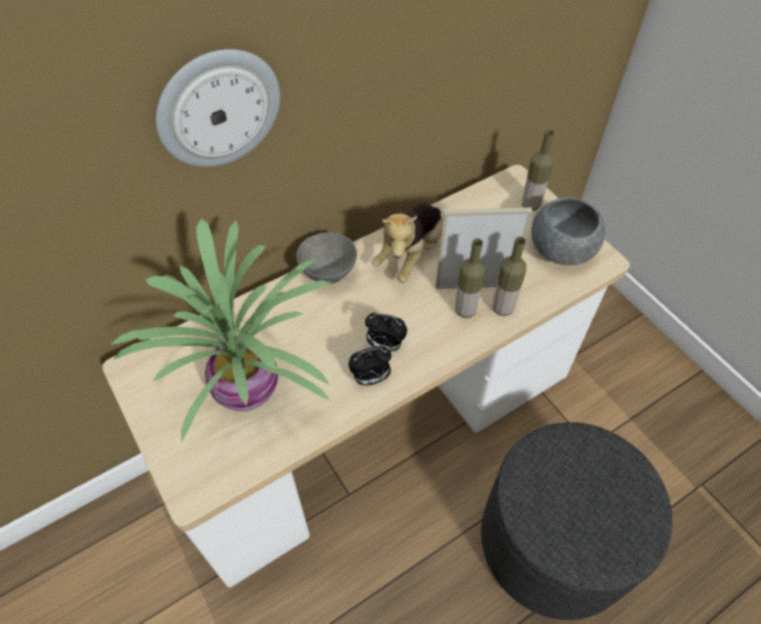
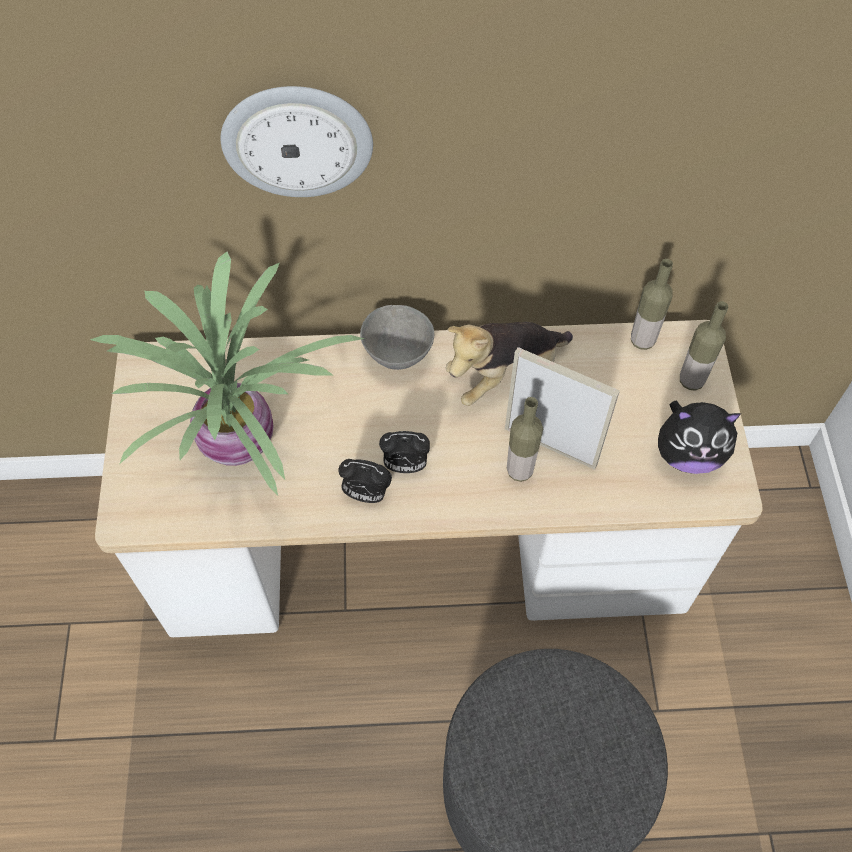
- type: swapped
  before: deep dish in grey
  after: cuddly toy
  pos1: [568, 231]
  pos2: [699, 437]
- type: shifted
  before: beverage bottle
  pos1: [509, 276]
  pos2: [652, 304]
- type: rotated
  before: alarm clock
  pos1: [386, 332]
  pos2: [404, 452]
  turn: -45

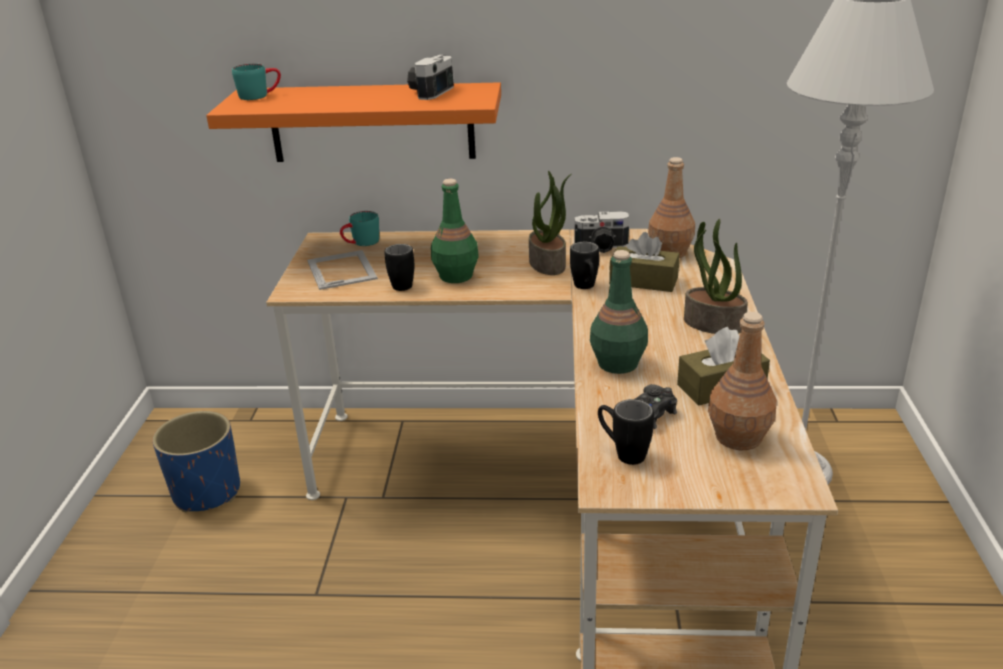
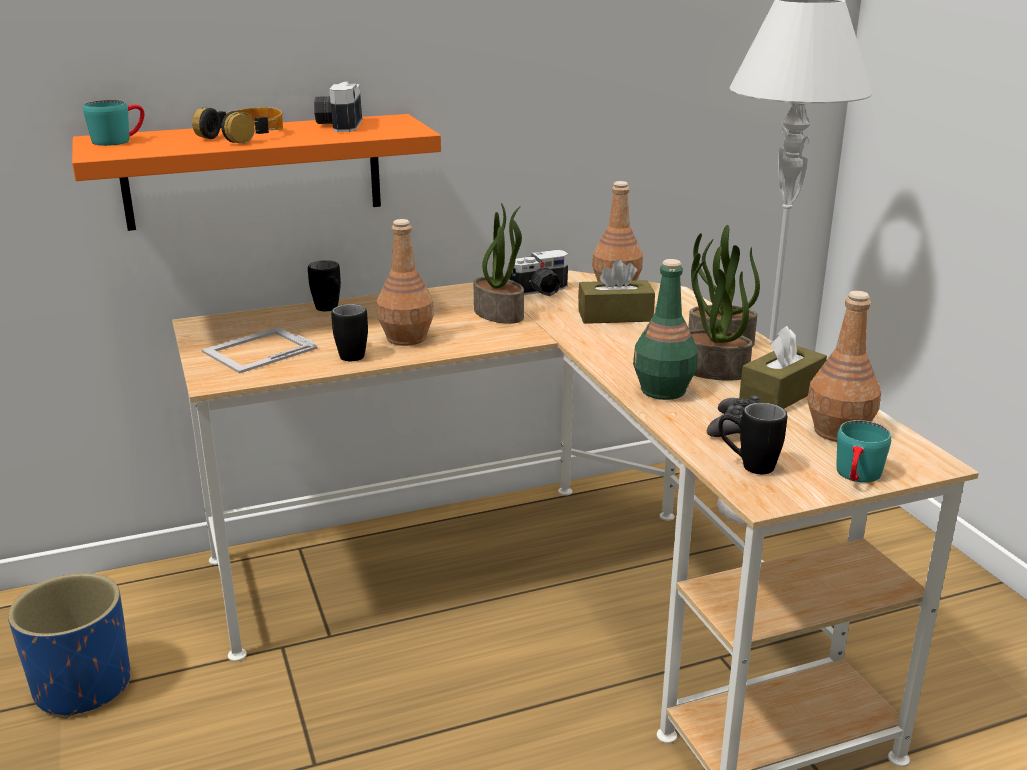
- type: repainted
  before: beverage bottle in greenish
  after: beverage bottle in brown-coloured
  pos1: [454, 231]
  pos2: [405, 282]
- type: shifted
  before: coffee mug in blue-green
  pos1: [359, 228]
  pos2: [863, 451]
- type: shifted
  before: coffee mug in blackish
  pos1: [584, 265]
  pos2: [324, 285]
- type: rotated
  before: standing frame
  pos1: [342, 270]
  pos2: [260, 350]
  turn: -90
- type: new
  after: pair of headphones
  pos2: [237, 125]
- type: new
  after: plant in a pot
  pos2: [721, 313]

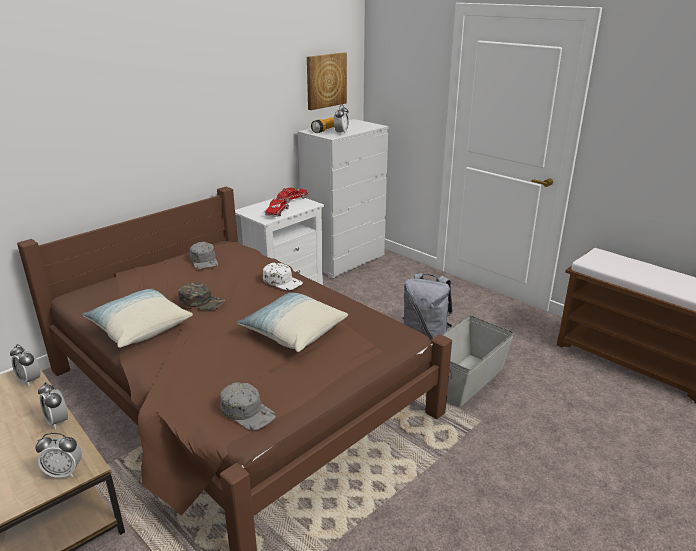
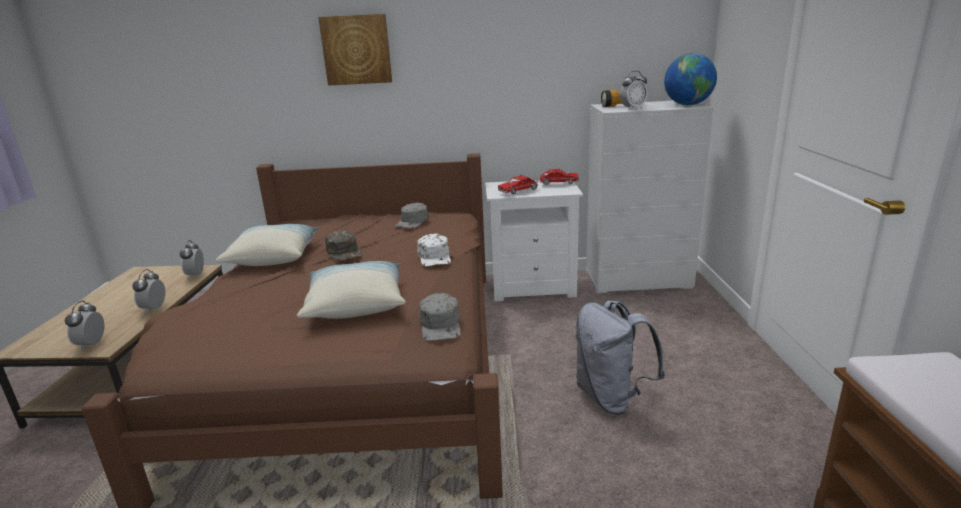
- type: shifted
  before: wall art
  pos1: [327, 81]
  pos2: [355, 50]
- type: gone
  before: storage bin in grey
  pos1: [478, 361]
- type: shifted
  before: baseball cap in grey
  pos1: [248, 406]
  pos2: [440, 317]
- type: rotated
  before: alarm clock
  pos1: [58, 455]
  pos2: [84, 325]
  turn: 45
- type: new
  after: globe
  pos2: [690, 79]

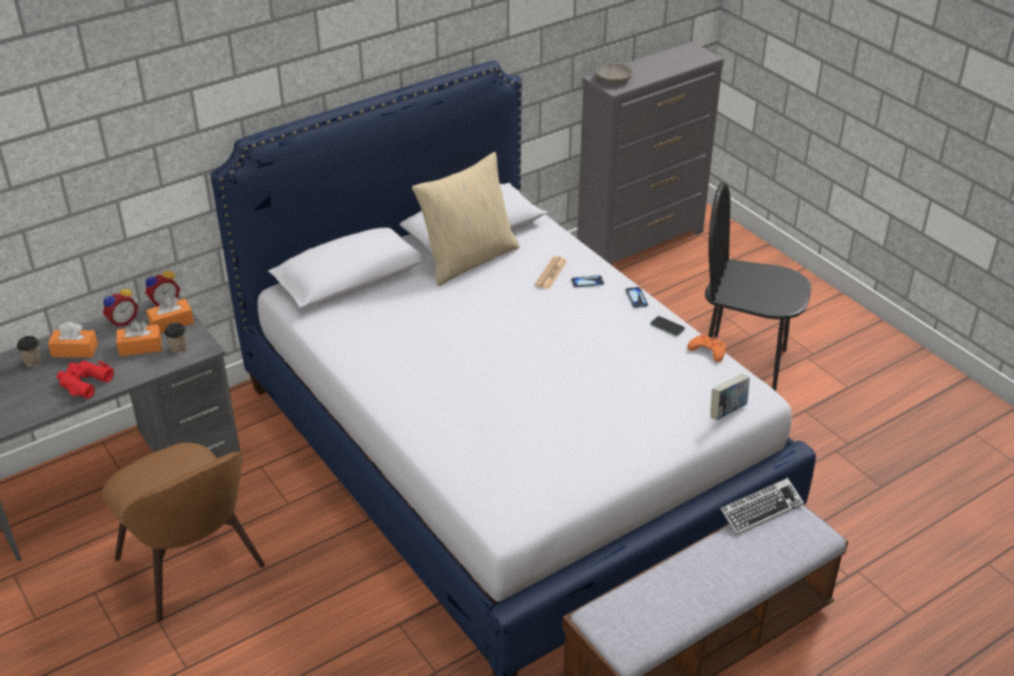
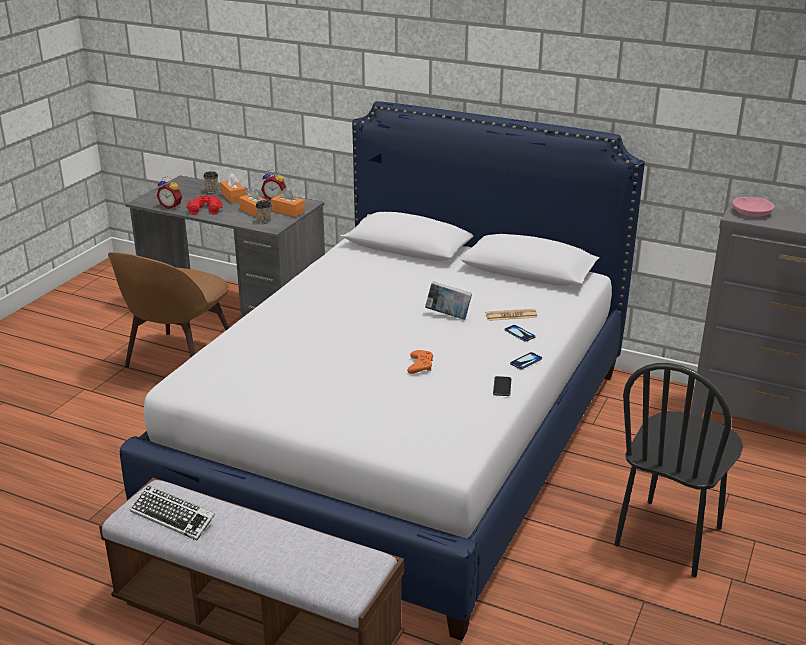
- type: repainted
  before: deep dish in grey
  after: deep dish in pinkish
  pos1: [614, 73]
  pos2: [753, 207]
- type: gone
  before: throw pillow in sand-coloured
  pos1: [465, 219]
- type: rotated
  before: upright chair in blackish
  pos1: [758, 286]
  pos2: [678, 470]
  turn: -135
- type: shifted
  before: alarm clock
  pos1: [162, 287]
  pos2: [169, 193]
- type: shifted
  before: joypad in orange-coloured
  pos1: [706, 348]
  pos2: [420, 362]
- type: shifted
  before: bound book
  pos1: [730, 397]
  pos2: [448, 300]
- type: shifted
  before: computer keyboard
  pos1: [762, 506]
  pos2: [172, 513]

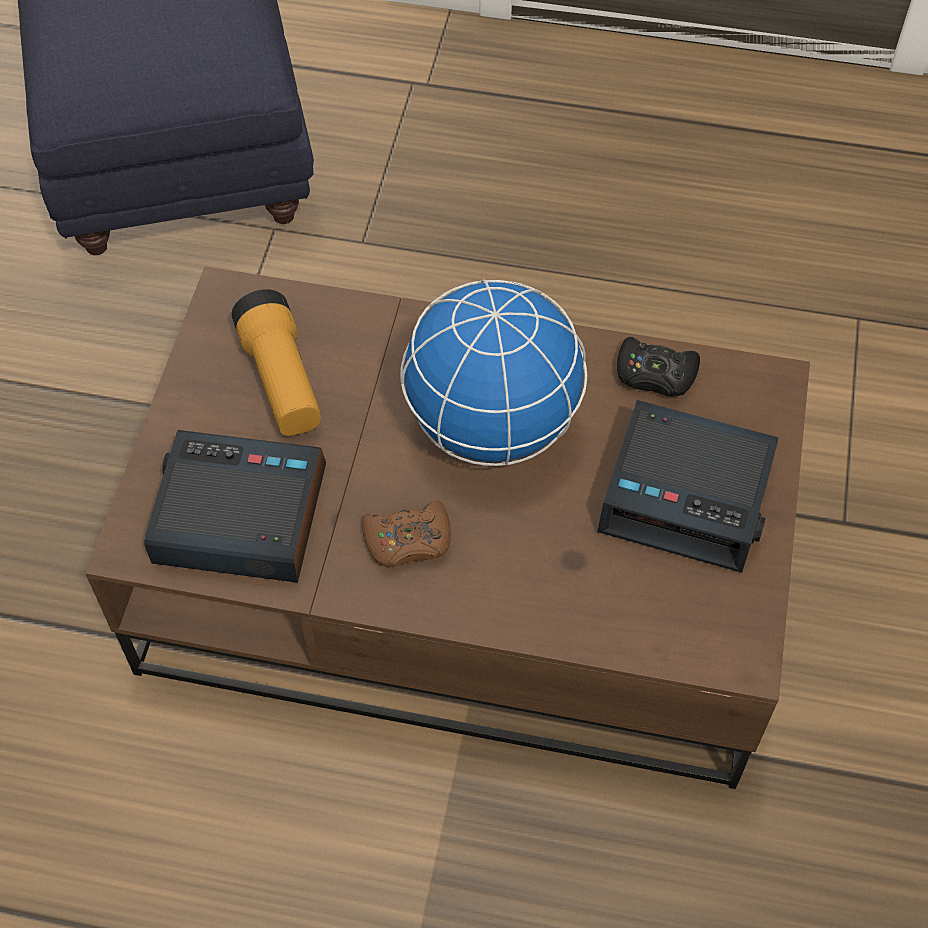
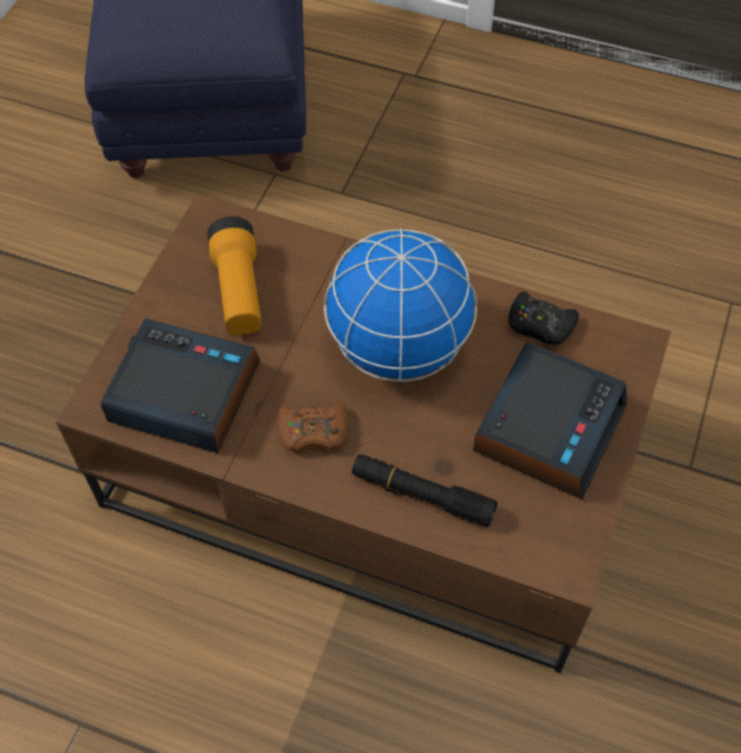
- type: rotated
  before: alarm clock
  pos1: [688, 486]
  pos2: [550, 421]
  turn: -90
- type: new
  after: flashlight in blackish
  pos2: [425, 490]

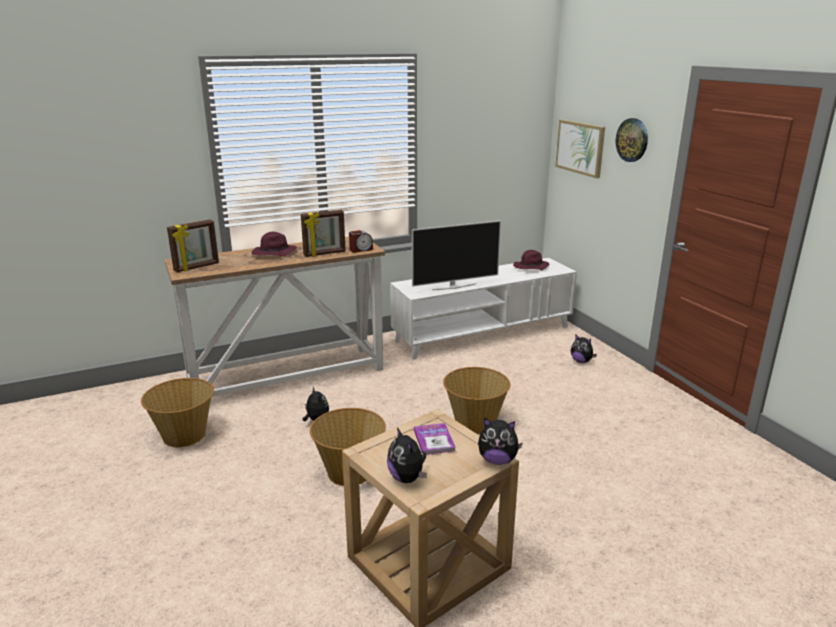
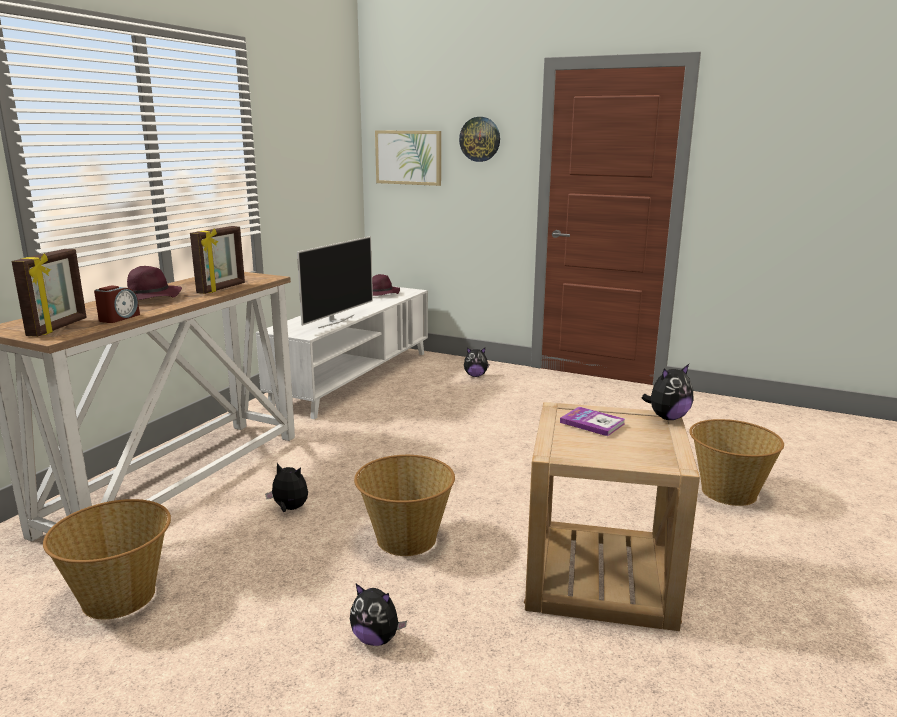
- type: shifted
  before: alarm clock
  pos1: [361, 241]
  pos2: [117, 304]
- type: shifted
  before: household basket
  pos1: [476, 400]
  pos2: [736, 462]
- type: shifted
  before: cuddly toy
  pos1: [407, 455]
  pos2: [378, 615]

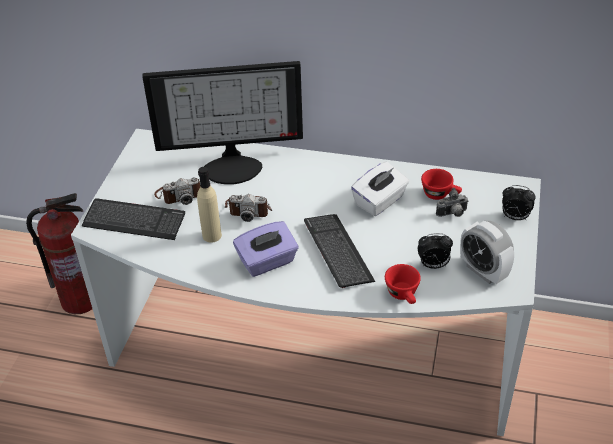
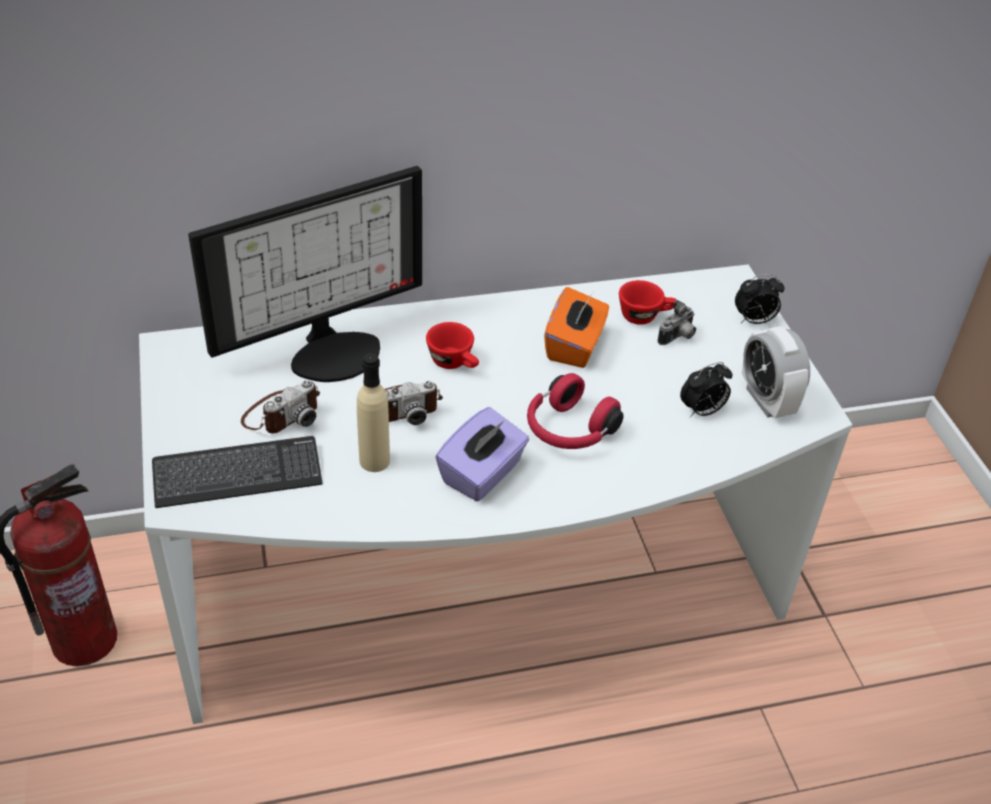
- type: repainted
  before: box of tissues in white-coloured
  after: box of tissues in orange-coloured
  pos1: [380, 189]
  pos2: [576, 327]
- type: swapped
  before: computer keyboard
  after: pair of headphones in red-coloured
  pos1: [339, 251]
  pos2: [575, 411]
- type: rotated
  before: alarm clock
  pos1: [487, 252]
  pos2: [776, 372]
  turn: 45
- type: shifted
  before: small cup in red-coloured
  pos1: [403, 284]
  pos2: [452, 345]

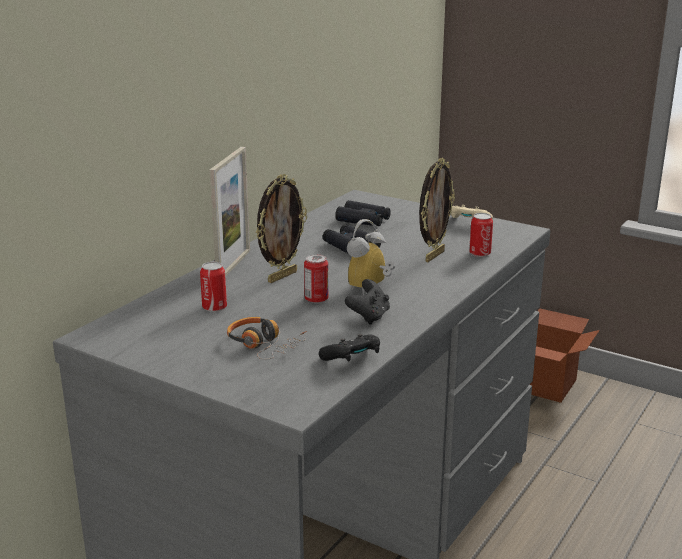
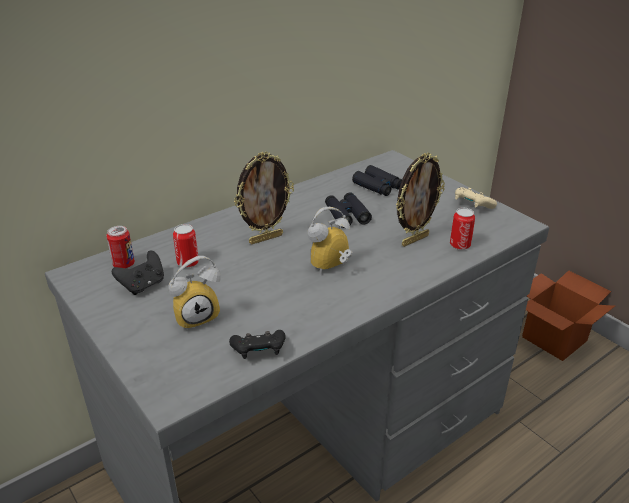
- type: gone
  before: standing frame
  pos1: [230, 212]
- type: shifted
  before: metal can
  pos1: [316, 278]
  pos2: [120, 247]
- type: shifted
  before: joypad in blackish
  pos1: [367, 302]
  pos2: [138, 273]
- type: swapped
  before: pair of headphones
  after: alarm clock
  pos1: [267, 338]
  pos2: [194, 293]

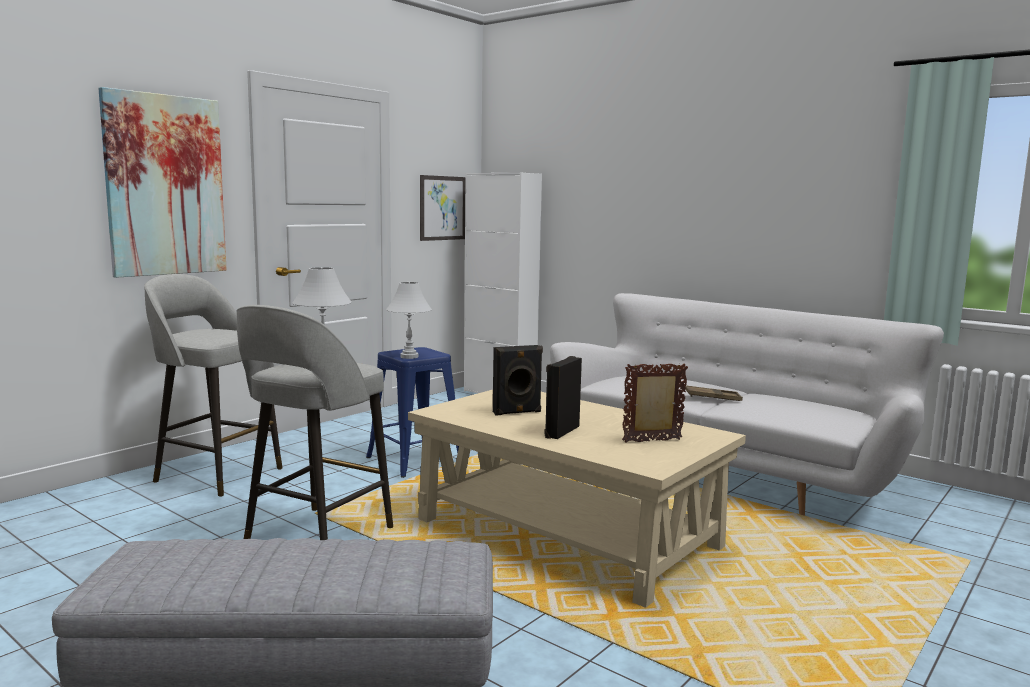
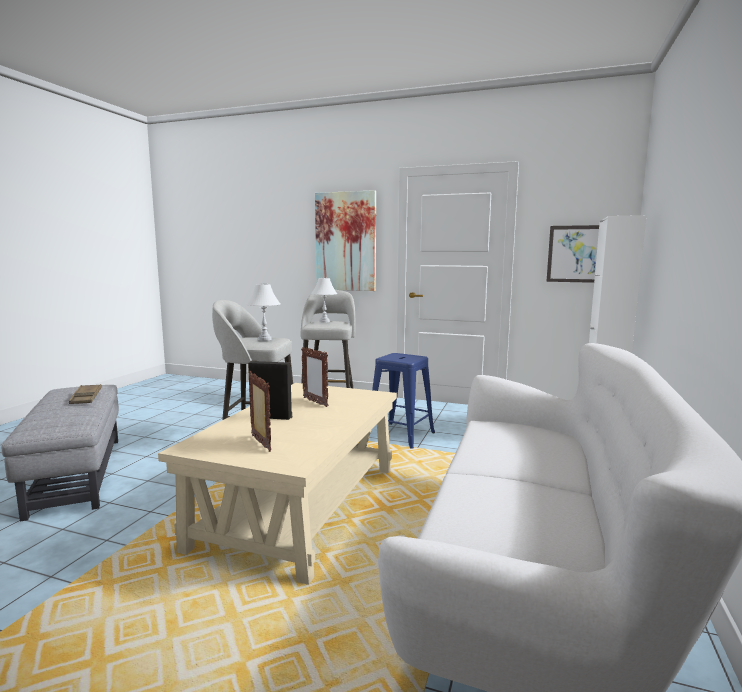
- type: shifted
  before: table lamp in white-coloured
  pos1: [409, 320]
  pos2: [324, 300]
- type: swapped
  before: audio speaker in blackish
  after: standing frame
  pos1: [518, 380]
  pos2: [314, 377]
- type: shifted
  before: serving tray in brown-coloured
  pos1: [714, 393]
  pos2: [85, 394]

